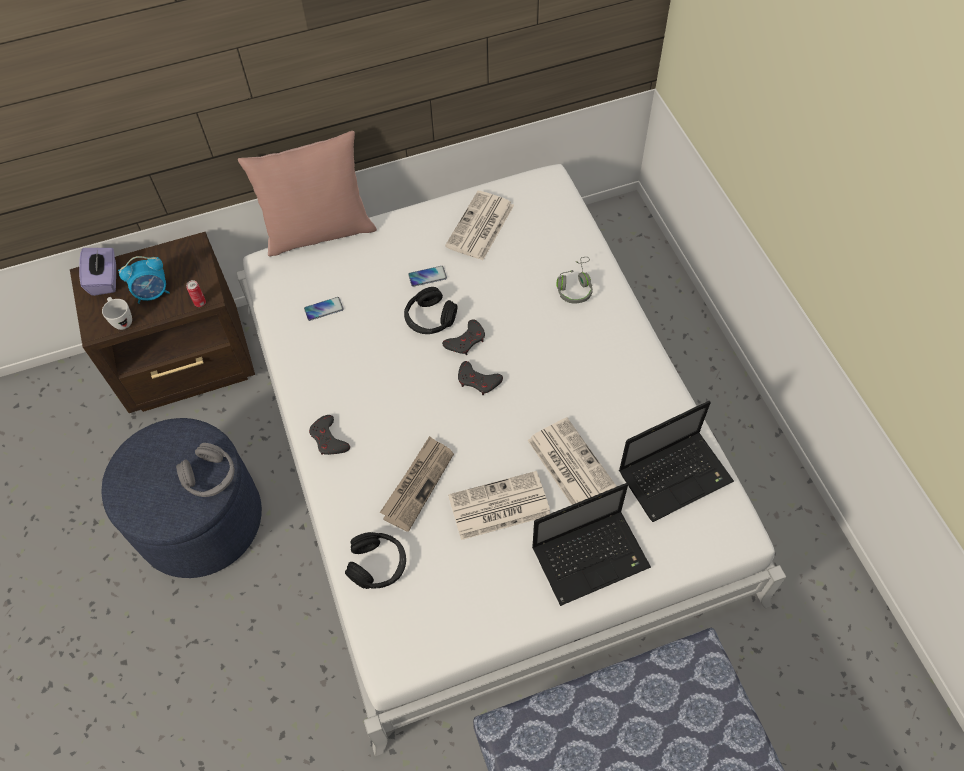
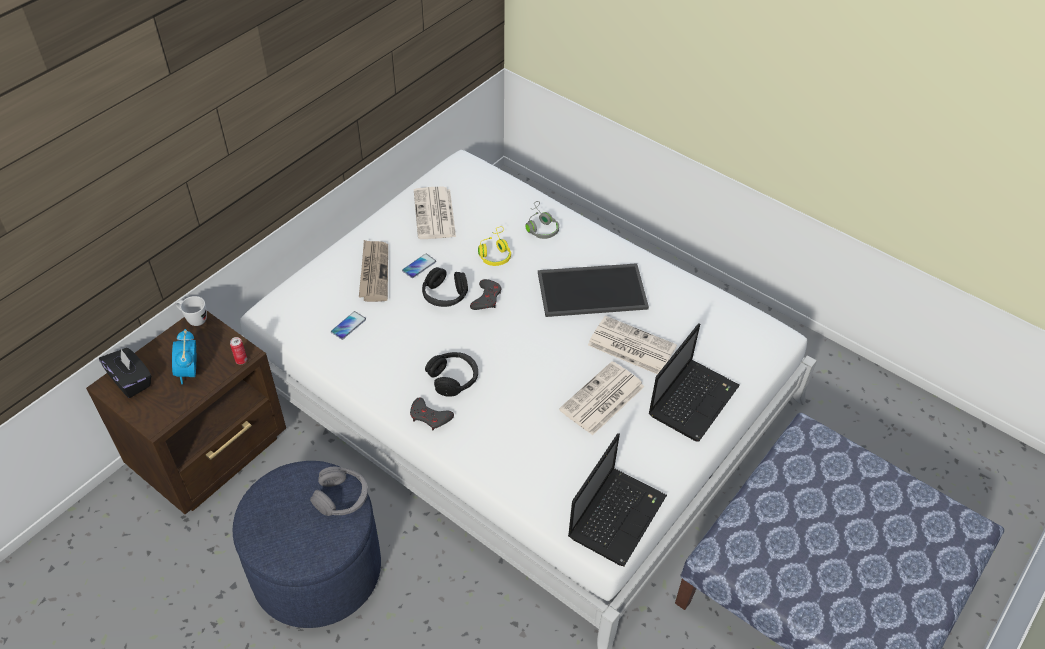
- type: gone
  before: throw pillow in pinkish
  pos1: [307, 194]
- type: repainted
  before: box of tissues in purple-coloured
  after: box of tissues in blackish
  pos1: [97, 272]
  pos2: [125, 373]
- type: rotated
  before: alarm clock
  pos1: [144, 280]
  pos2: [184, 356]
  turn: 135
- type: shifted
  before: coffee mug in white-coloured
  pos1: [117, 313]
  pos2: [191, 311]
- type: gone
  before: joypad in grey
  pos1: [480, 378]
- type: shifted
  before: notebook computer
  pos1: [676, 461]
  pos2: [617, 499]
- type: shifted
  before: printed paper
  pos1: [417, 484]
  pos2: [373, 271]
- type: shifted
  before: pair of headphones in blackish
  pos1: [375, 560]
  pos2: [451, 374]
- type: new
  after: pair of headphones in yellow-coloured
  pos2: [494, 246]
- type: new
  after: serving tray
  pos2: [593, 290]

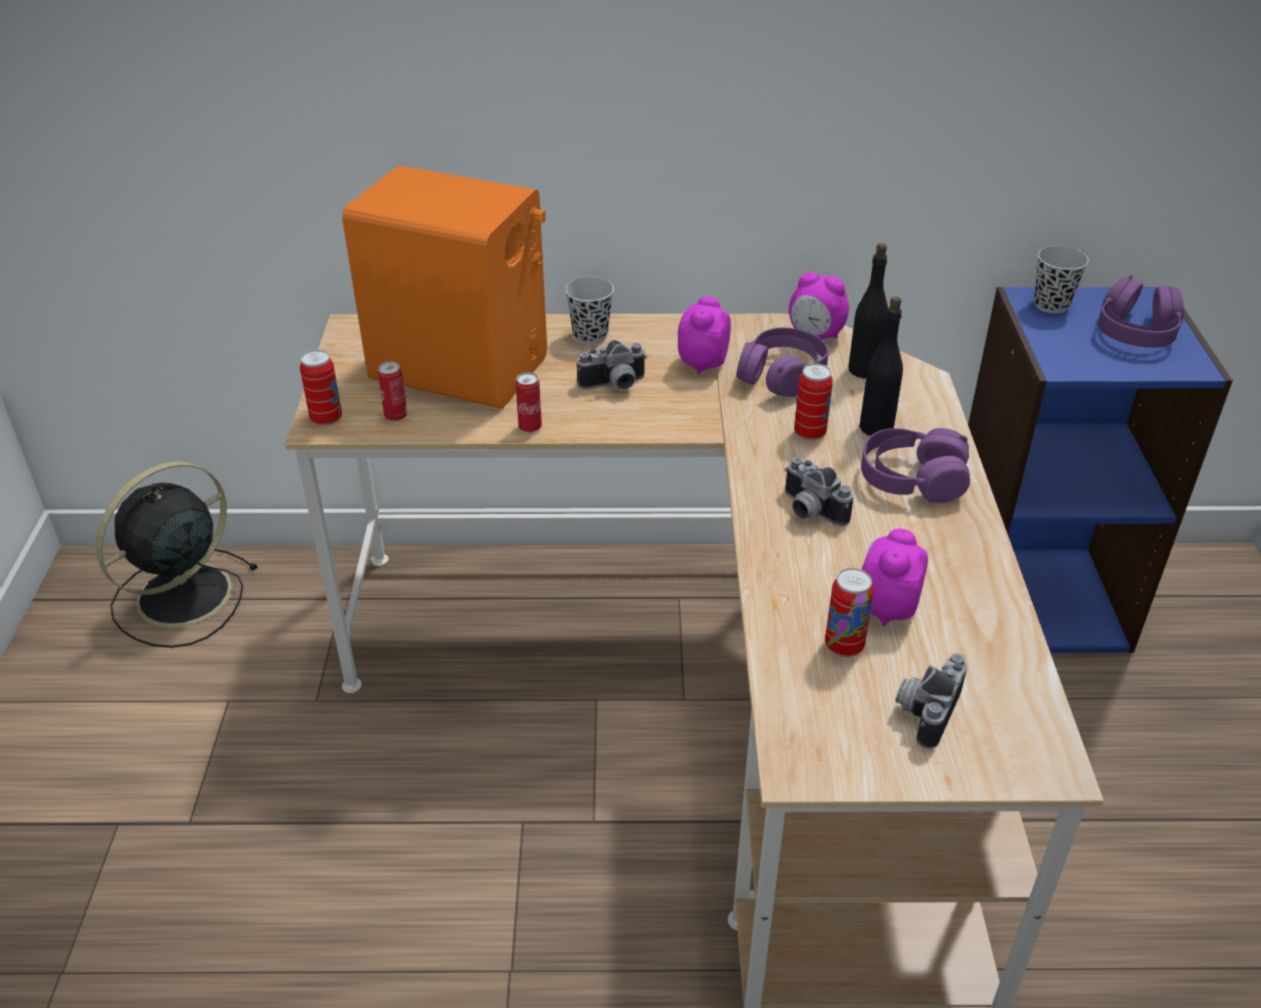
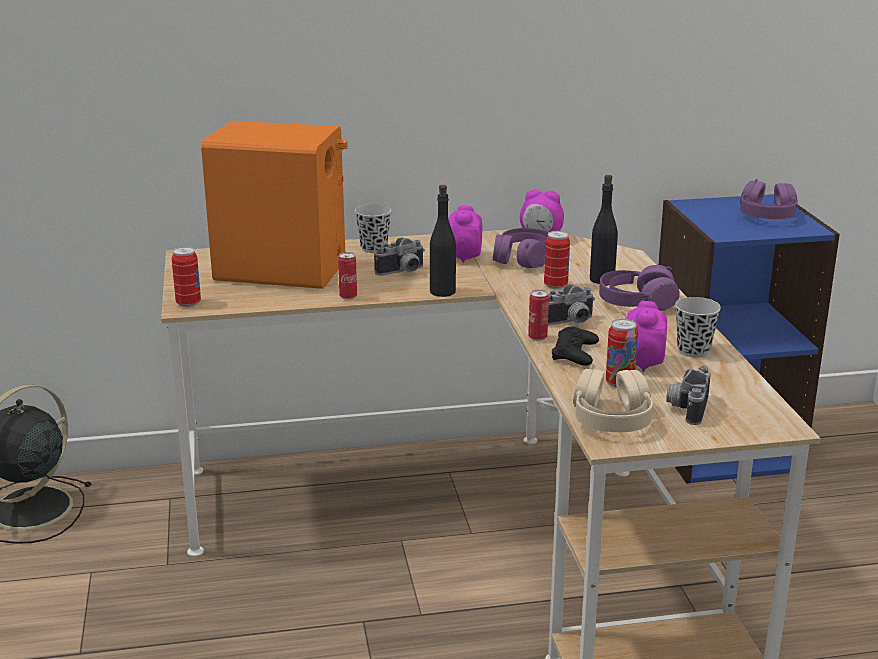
- type: shifted
  before: beverage bottle in blackish
  pos1: [868, 310]
  pos2: [443, 241]
- type: shifted
  before: small cup in blackish
  pos1: [1061, 280]
  pos2: [698, 327]
- type: shifted
  before: metal can
  pos1: [392, 391]
  pos2: [538, 315]
- type: rotated
  before: photo camera
  pos1: [819, 491]
  pos2: [571, 305]
  turn: -60
- type: new
  after: joypad in blackish
  pos2: [575, 346]
- type: new
  after: pair of headphones in sand-coloured
  pos2: [613, 398]

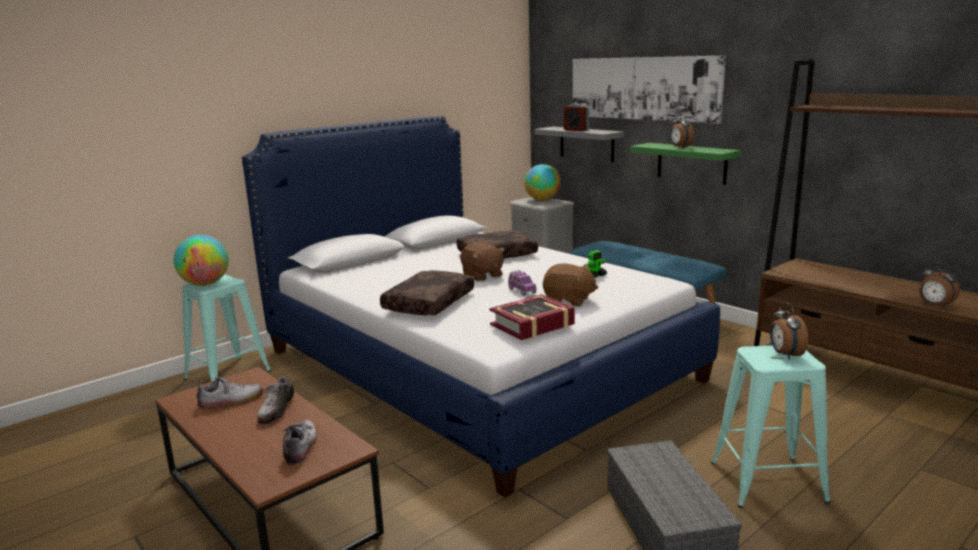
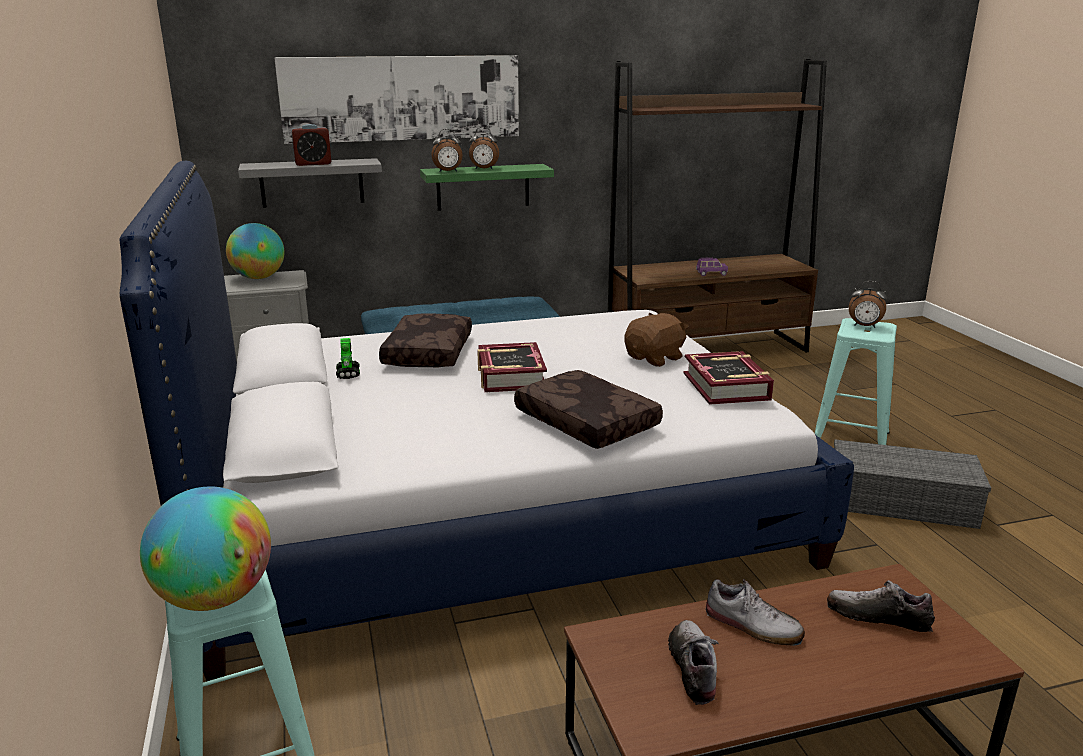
- type: swapped
  before: cuddly toy in brown-coloured
  after: bound book
  pos1: [482, 261]
  pos2: [512, 367]
- type: shifted
  before: robot figure
  pos1: [595, 264]
  pos2: [348, 358]
- type: shifted
  before: alarm clock
  pos1: [939, 285]
  pos2: [446, 150]
- type: shifted
  before: miniature car in purple-coloured
  pos1: [522, 283]
  pos2: [712, 266]

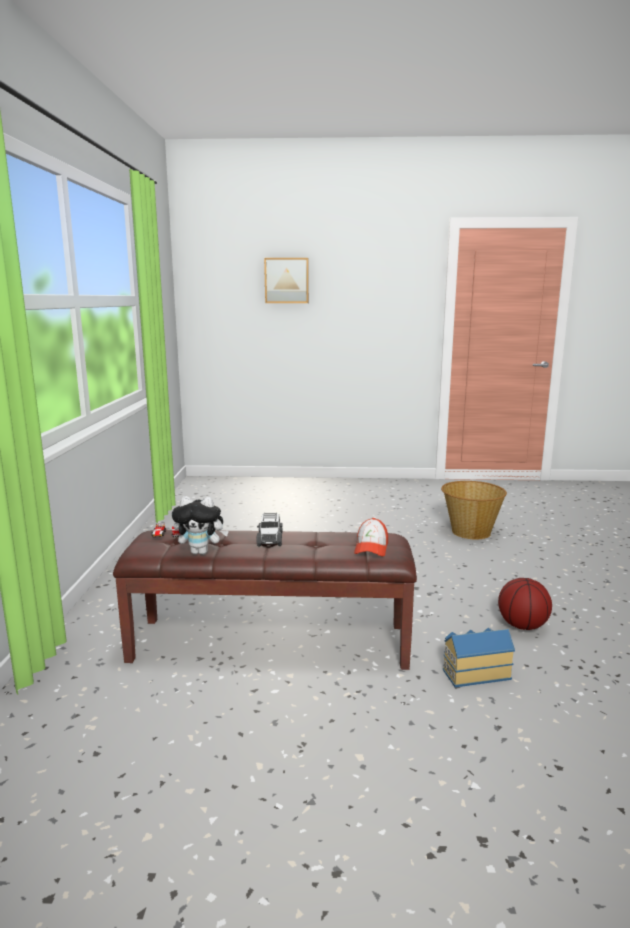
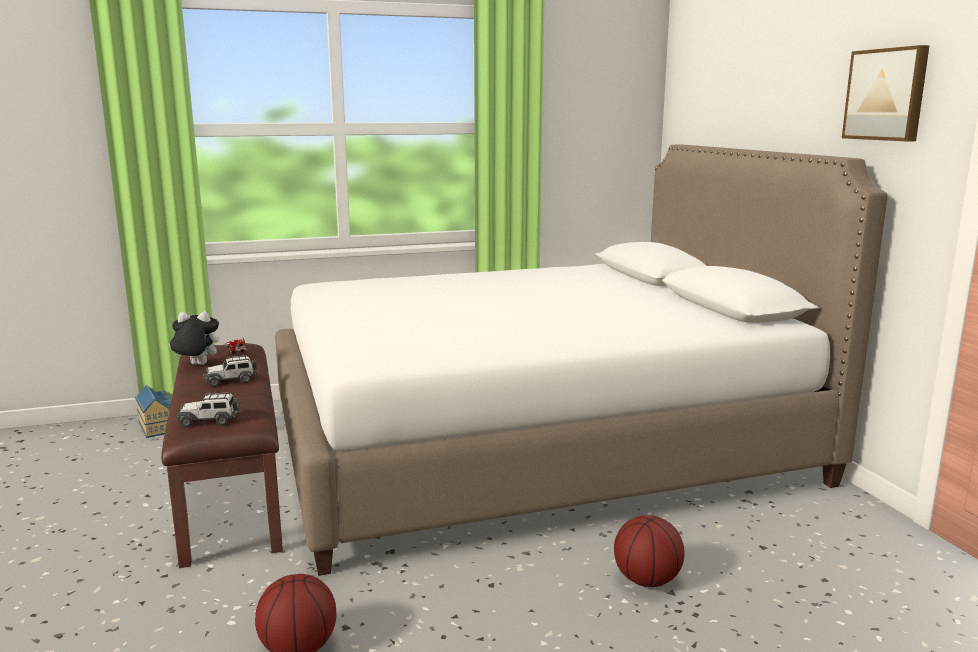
- type: shifted
  before: wall art
  pos1: [286, 280]
  pos2: [886, 93]
- type: swapped
  before: household basket
  after: basketball
  pos1: [474, 510]
  pos2: [649, 551]
- type: rotated
  before: cuddly toy
  pos1: [200, 525]
  pos2: [193, 338]
  turn: 105
- type: swapped
  before: baseball cap
  after: miniature car
  pos1: [371, 537]
  pos2: [207, 409]
- type: shifted
  before: toy house
  pos1: [479, 657]
  pos2: [153, 411]
- type: new
  after: bed in white-coloured
  pos2: [581, 360]

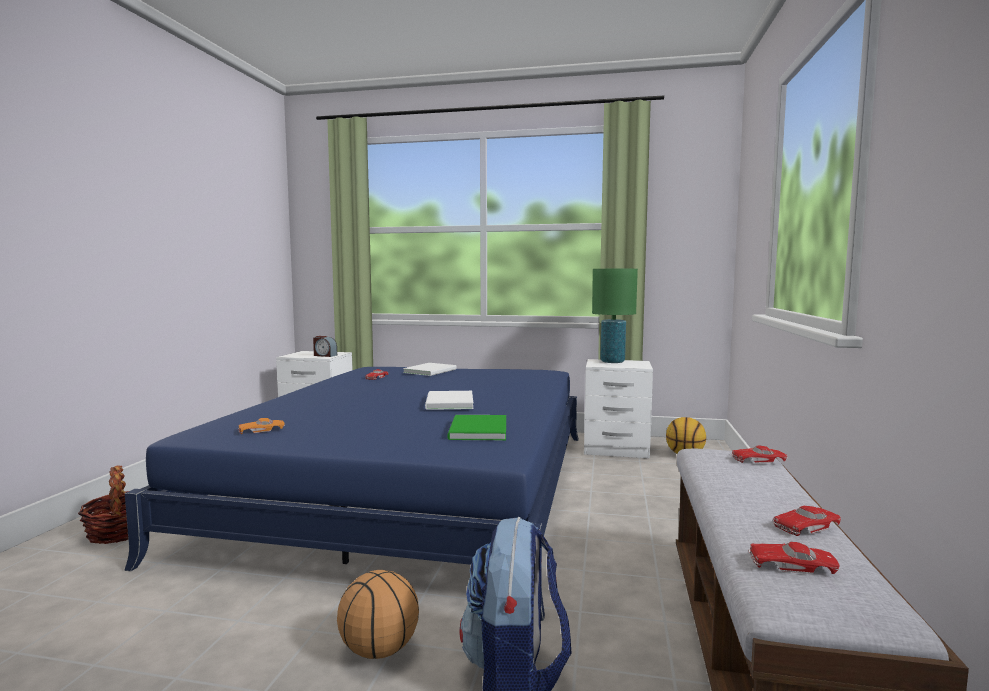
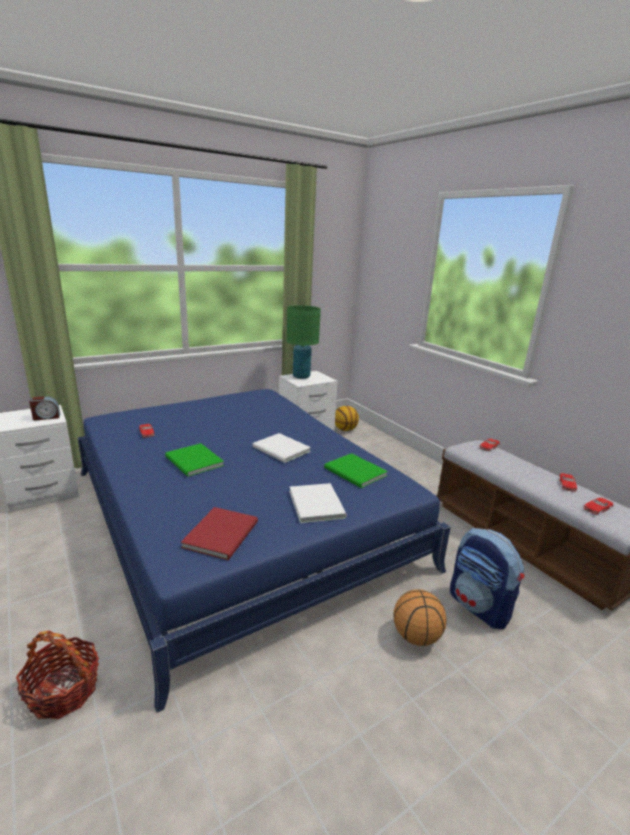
- type: shifted
  before: bound book in white-coloured
  pos1: [430, 369]
  pos2: [318, 503]
- type: swapped
  before: miniature car in orange-coloured
  after: bound book in red-coloured
  pos1: [261, 426]
  pos2: [219, 533]
- type: new
  after: bound book in greenish
  pos2: [194, 460]

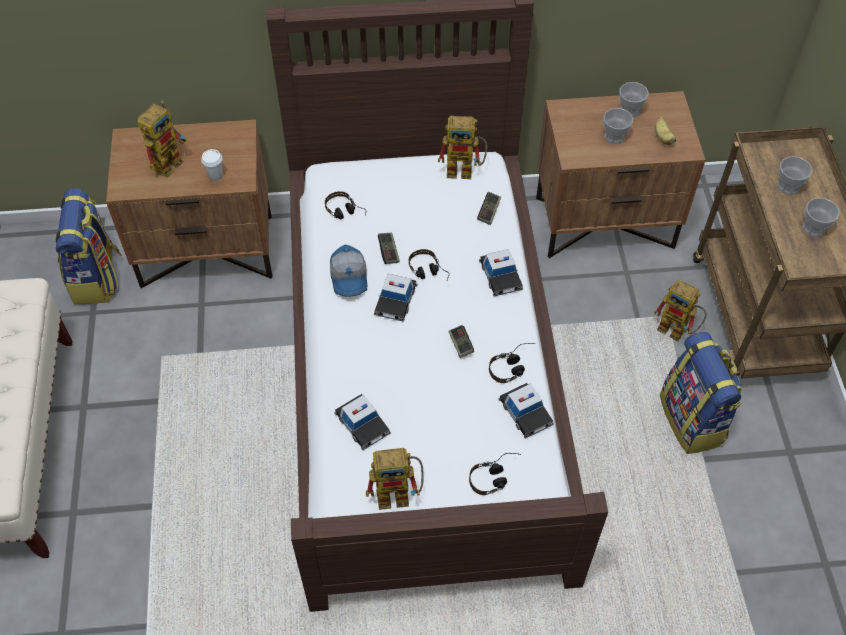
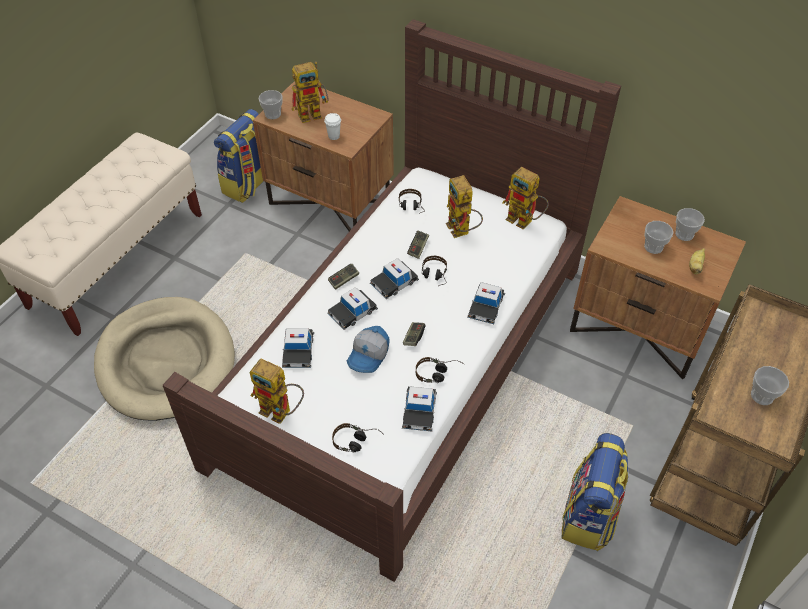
- type: shifted
  before: small cup
  pos1: [795, 175]
  pos2: [271, 104]
- type: shifted
  before: joypad
  pos1: [489, 208]
  pos2: [343, 277]
- type: shifted
  before: baseball cap
  pos1: [348, 271]
  pos2: [368, 349]
- type: shifted
  before: robot figure
  pos1: [680, 310]
  pos2: [464, 206]
- type: new
  after: miniature car
  pos2: [352, 308]
- type: new
  after: dog bed in sand-coloured
  pos2: [164, 359]

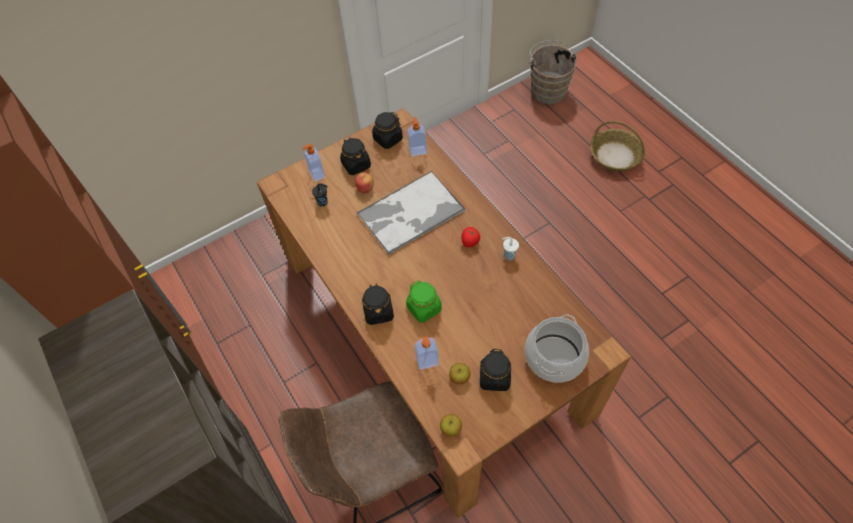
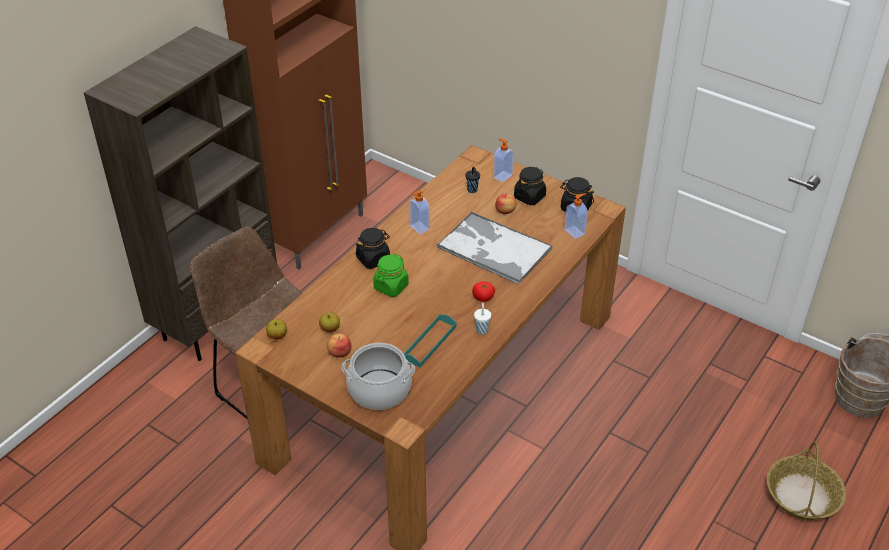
- type: shifted
  before: soap dispenser
  pos1: [427, 353]
  pos2: [419, 212]
- type: swapped
  before: storage jar in blackish
  after: whole apple
  pos1: [495, 369]
  pos2: [339, 346]
- type: new
  after: serving tray in blue-green
  pos2: [430, 340]

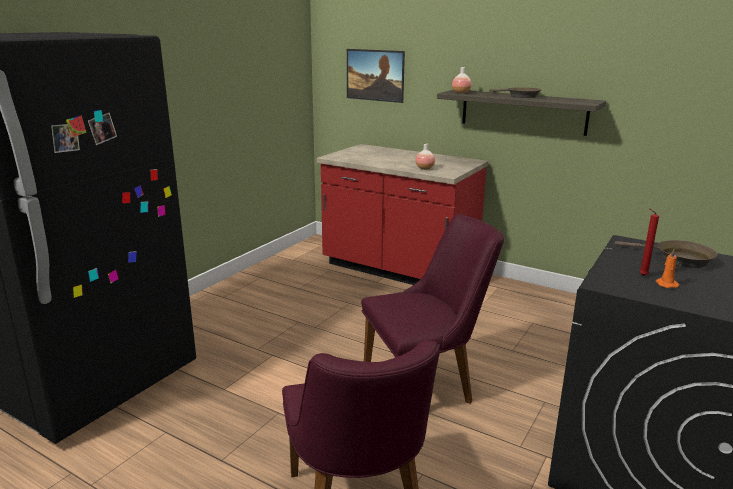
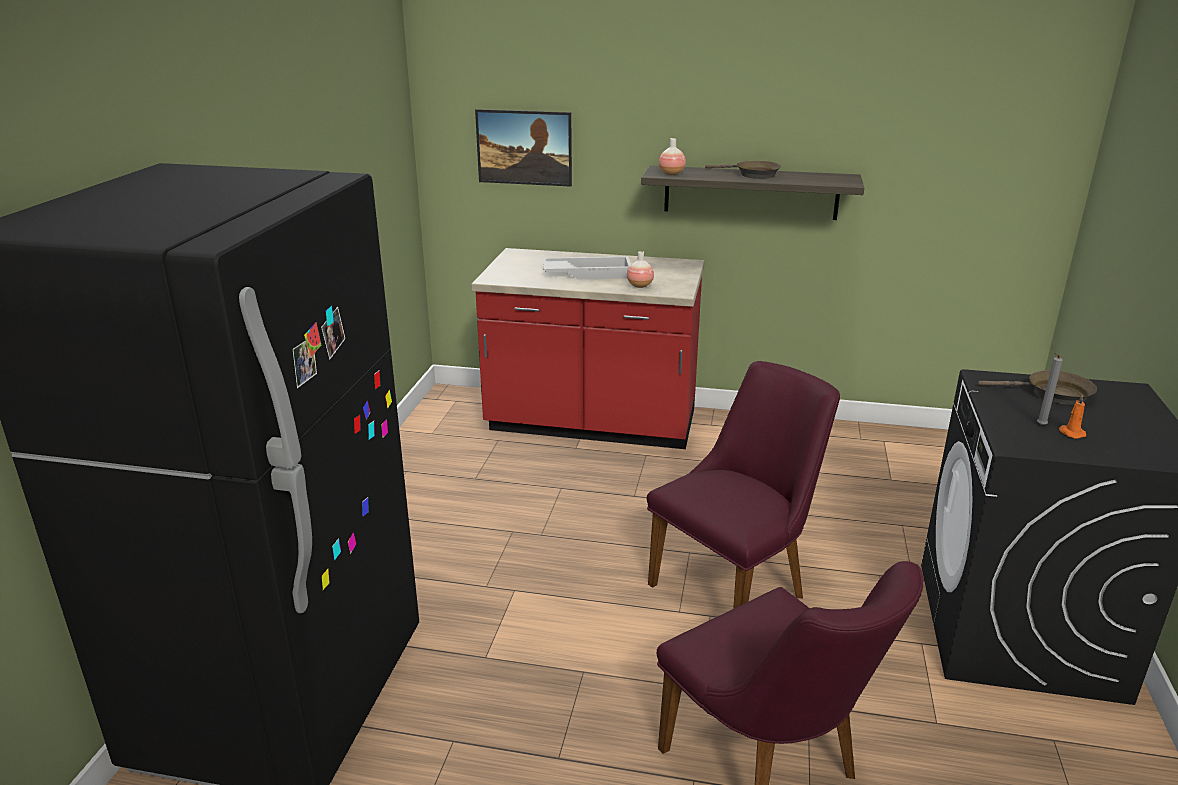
- type: repainted
  before: candle in red-coloured
  after: candle in grey
  pos1: [649, 242]
  pos2: [1050, 389]
- type: new
  after: serving tray in white-coloured
  pos2: [587, 267]

